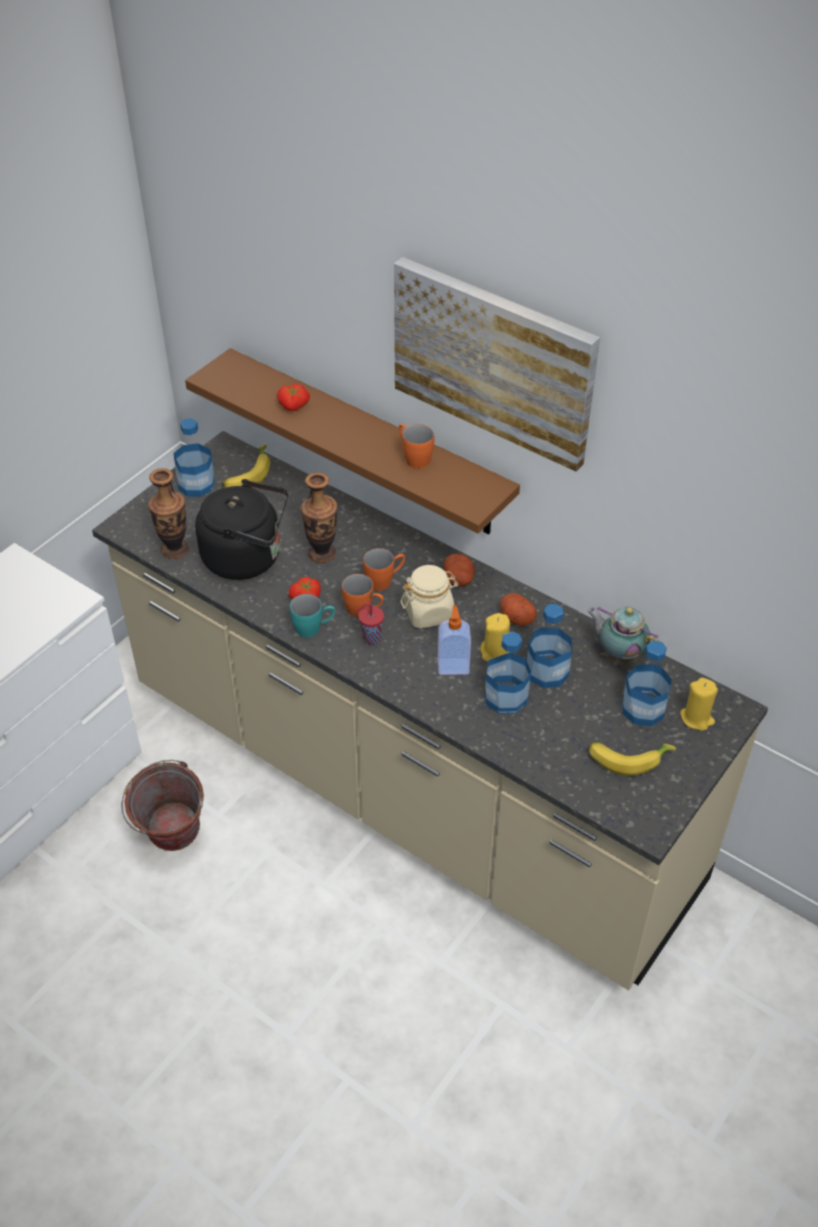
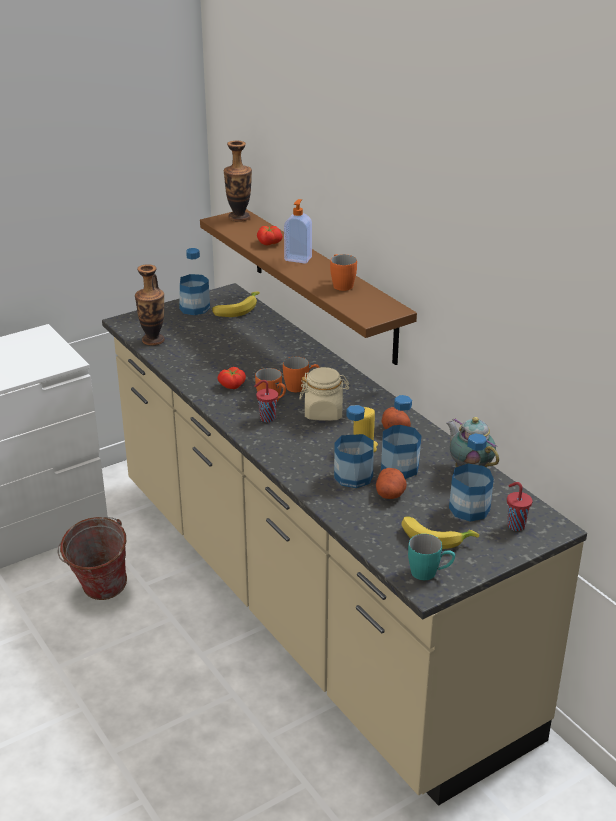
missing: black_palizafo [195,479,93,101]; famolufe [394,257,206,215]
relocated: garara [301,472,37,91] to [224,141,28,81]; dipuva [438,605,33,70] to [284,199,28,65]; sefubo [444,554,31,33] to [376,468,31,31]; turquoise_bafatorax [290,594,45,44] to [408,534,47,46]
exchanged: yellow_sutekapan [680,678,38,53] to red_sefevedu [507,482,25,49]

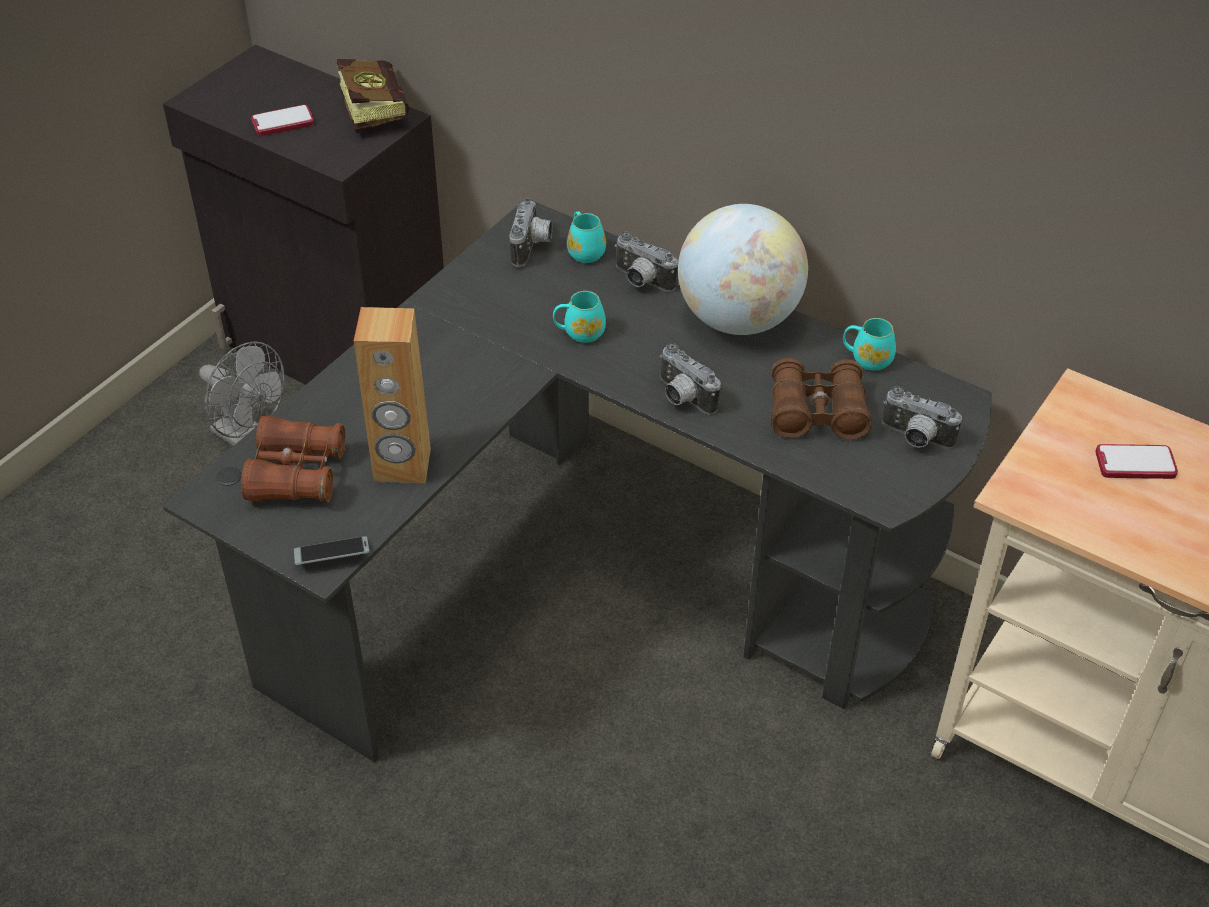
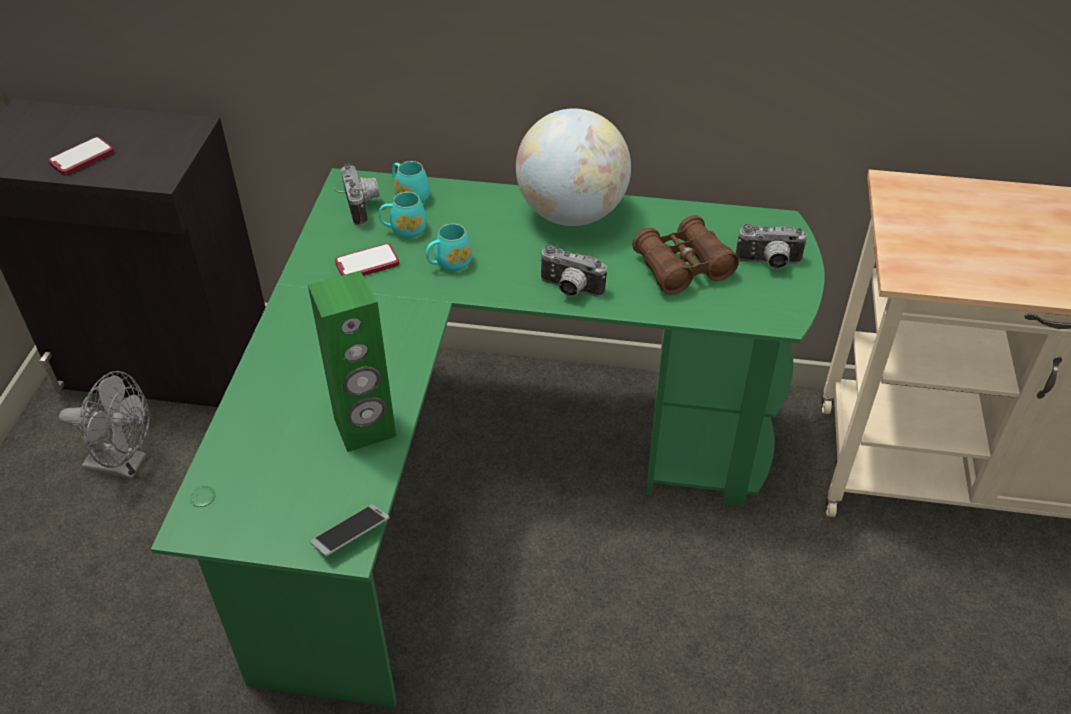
missing: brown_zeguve [241,416,105,87]; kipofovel [337,59,72,75]; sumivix [615,231,63,61]
relocated: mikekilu [1095,444,83,35] to [335,244,64,32]; turquoise_bafatorax [843,318,53,53] to [379,192,48,46]
colour: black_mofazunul [163,198,829,564] to green_mofazunul [151,168,674,540]; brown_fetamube [354,307,77,176] to green_fetamube [308,271,88,181]

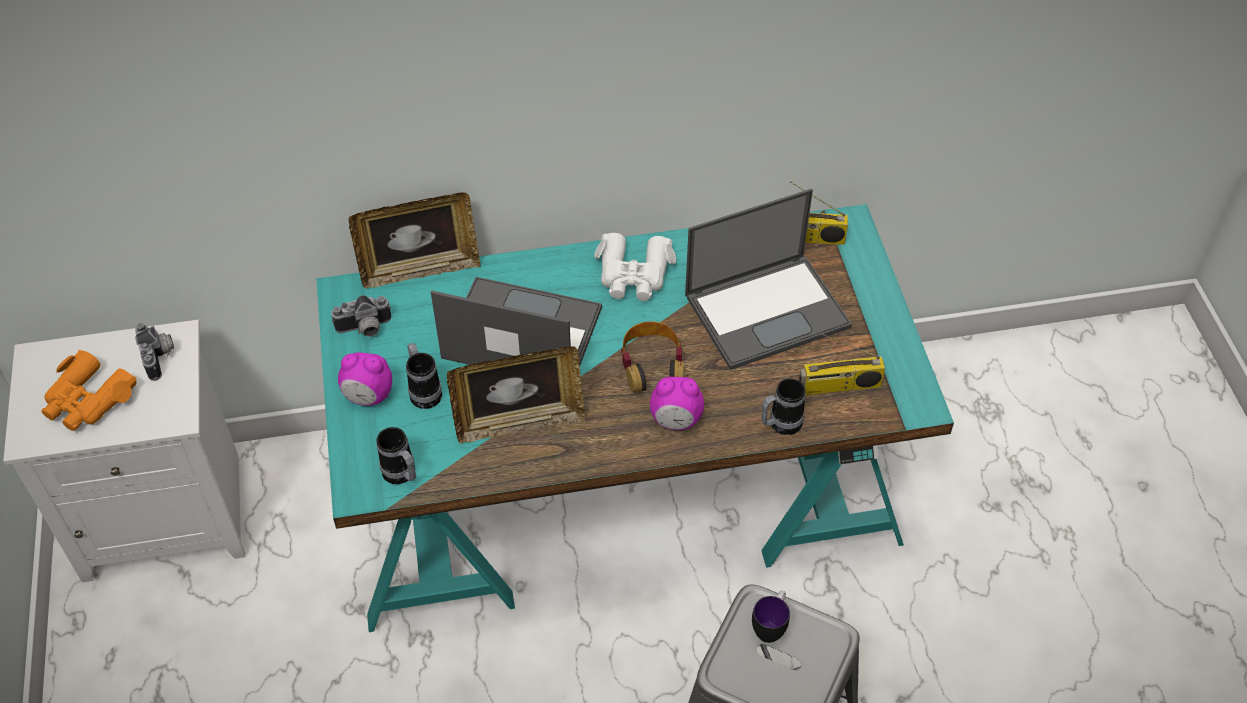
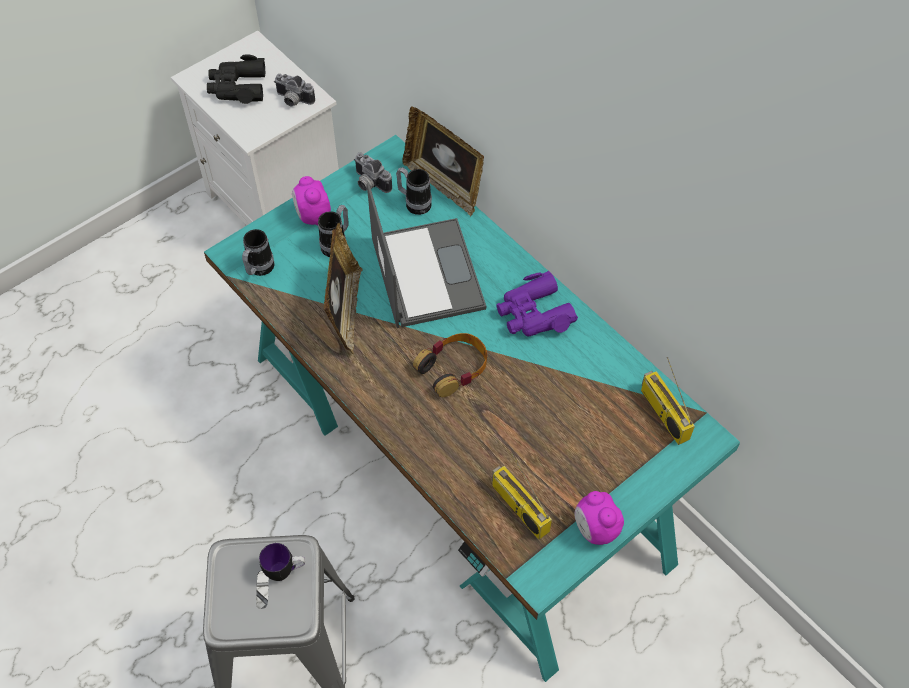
missing: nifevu [685,189,167,181]
relocated: bafatorax [762,378,44,57] to [396,167,36,48]; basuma [650,377,54,53] to [574,491,50,54]
colour: orange_zeguve [41,350,95,81] to black_zeguve [207,54,58,50]; white_zeguve [594,233,82,68] to purple_zeguve [497,271,81,65]
spun: sumivix [135,323,39,58] = [274,74,41,33] 75 degrees clockwise; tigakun [447,346,138,97] = [324,223,39,131] 135 degrees counterclockwise

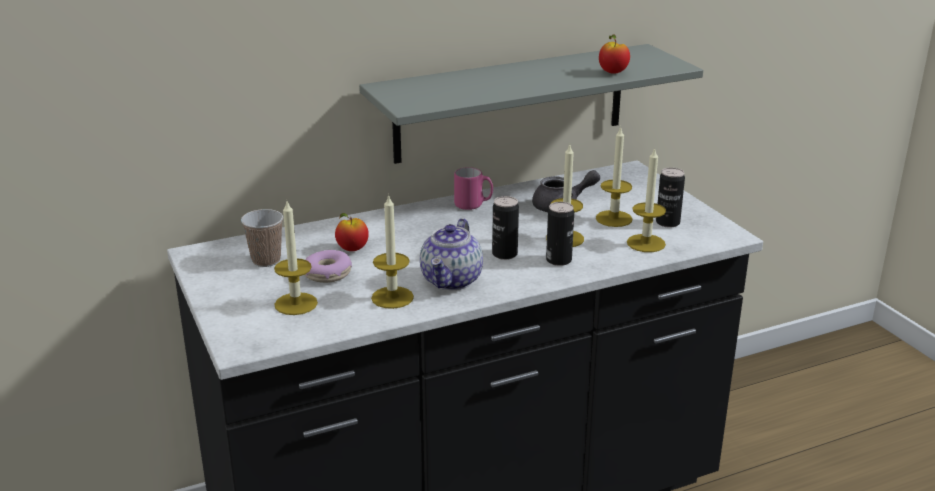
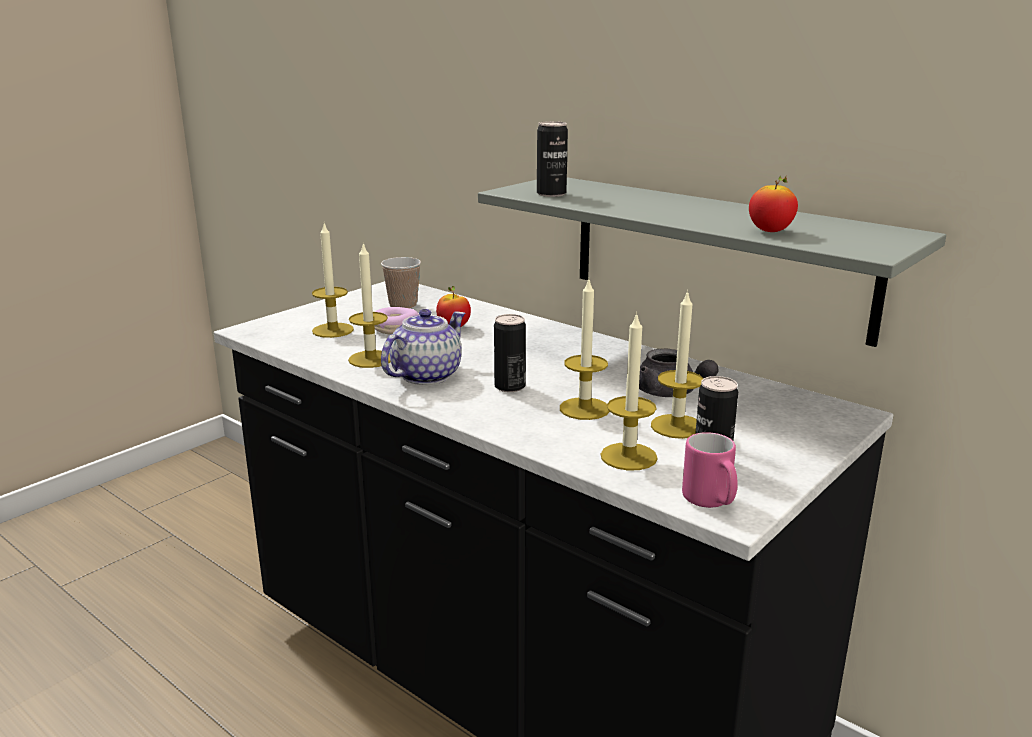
relocated: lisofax [546,202,28,64] to [537,121,31,76]; pink_bafatorax [454,167,39,43] to [682,432,56,76]
spun: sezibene [420,218,63,72] = [381,309,84,76] 135 degrees clockwise

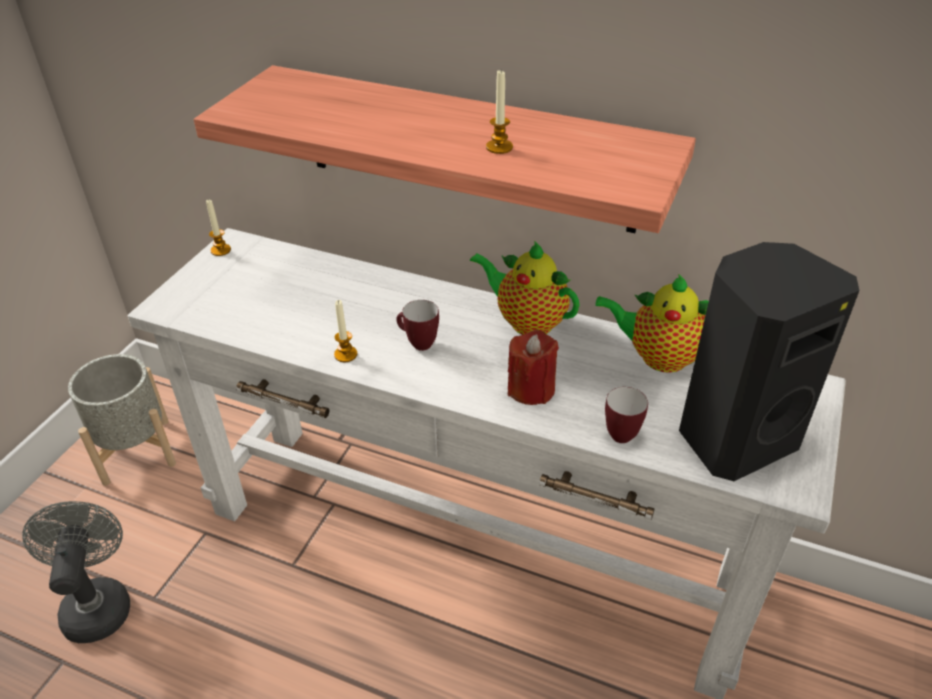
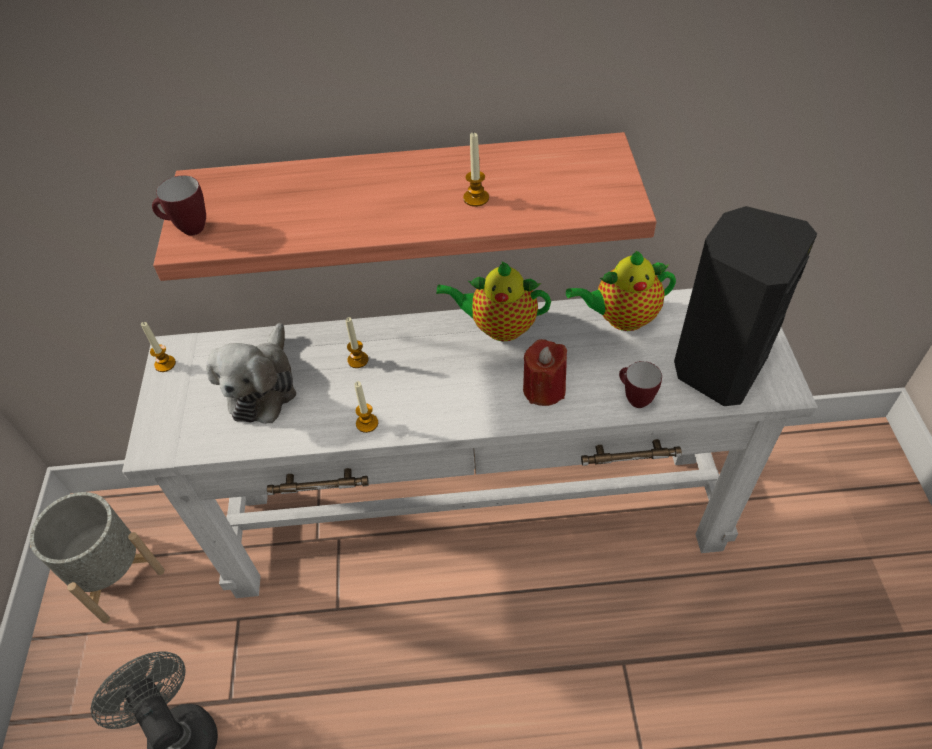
appeared: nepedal [206,323,90,101]; sutekapan [346,317,23,51]
relocated: bafatorax [396,300,43,51] to [152,175,54,60]

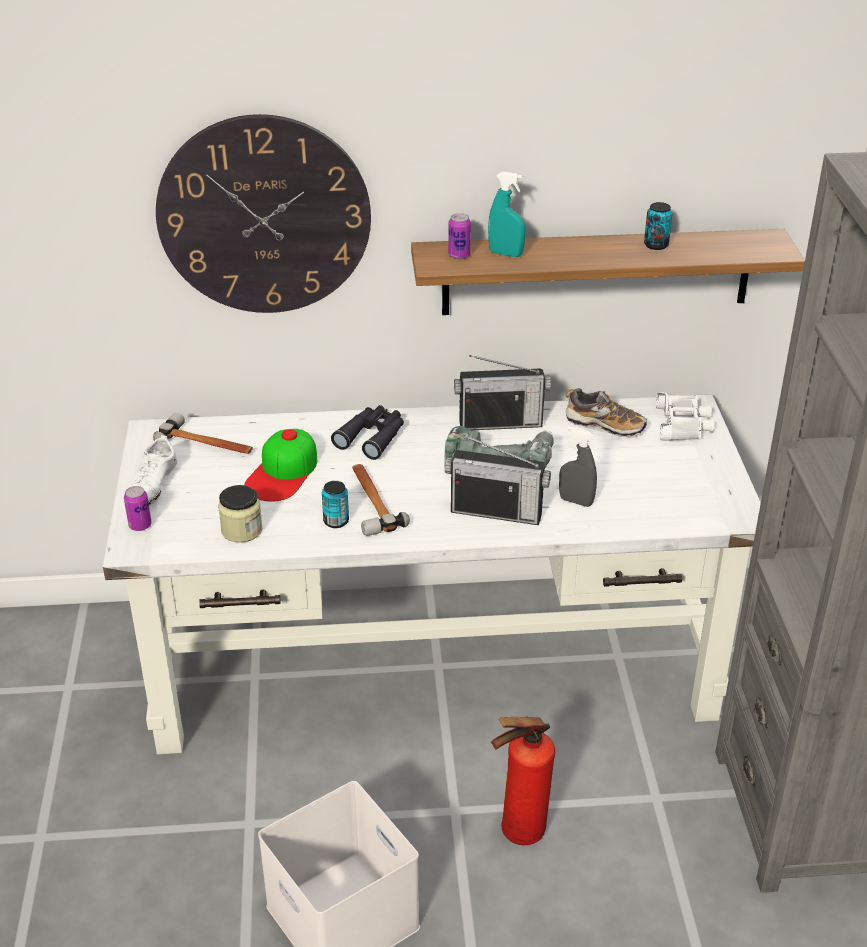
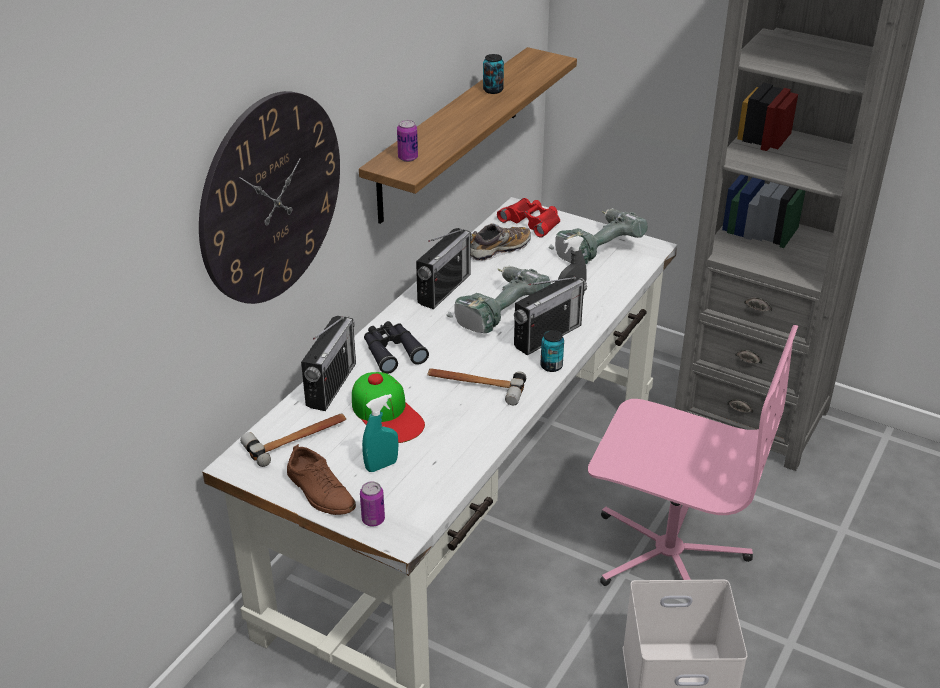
missing: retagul [218,485,45,58]
appeared: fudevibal [301,316,55,95]; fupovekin [549,208,99,56]
relocated: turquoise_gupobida [488,171,38,86] to [362,394,37,78]; lisofax [322,481,27,47] to [541,330,23,42]
exchanged: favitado [491,717,64,128] to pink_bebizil [588,325,210,261]
colour: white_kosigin [127,435,50,71] to brown_kosigin [287,444,69,71]; white_zeguve [656,392,59,49] to red_zeguve [497,198,63,40]

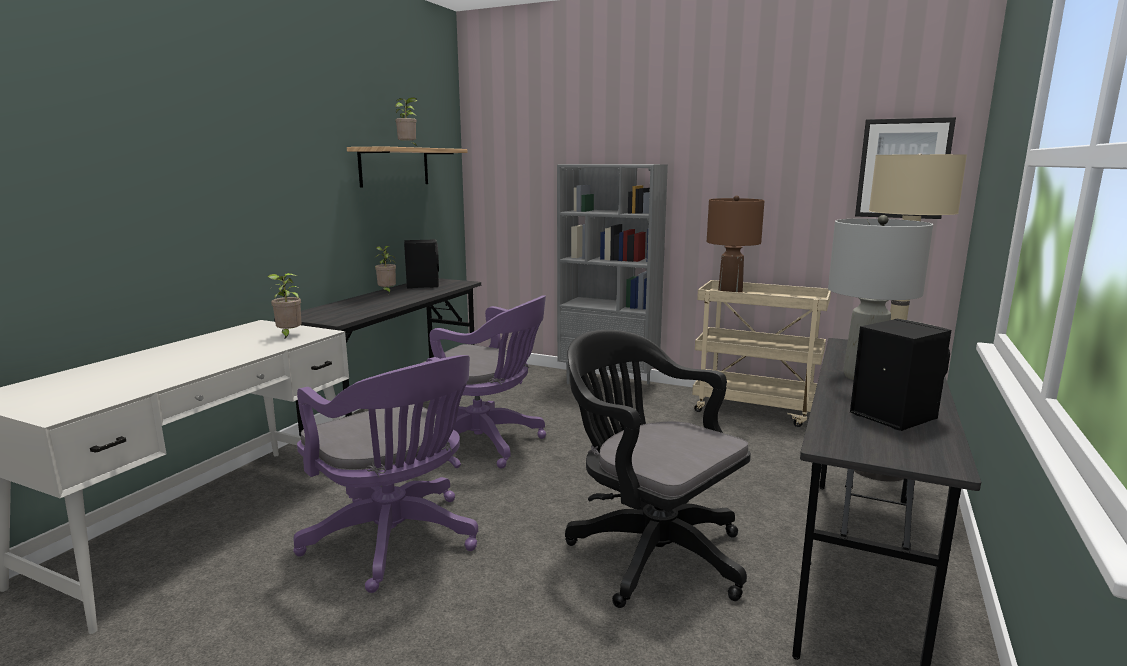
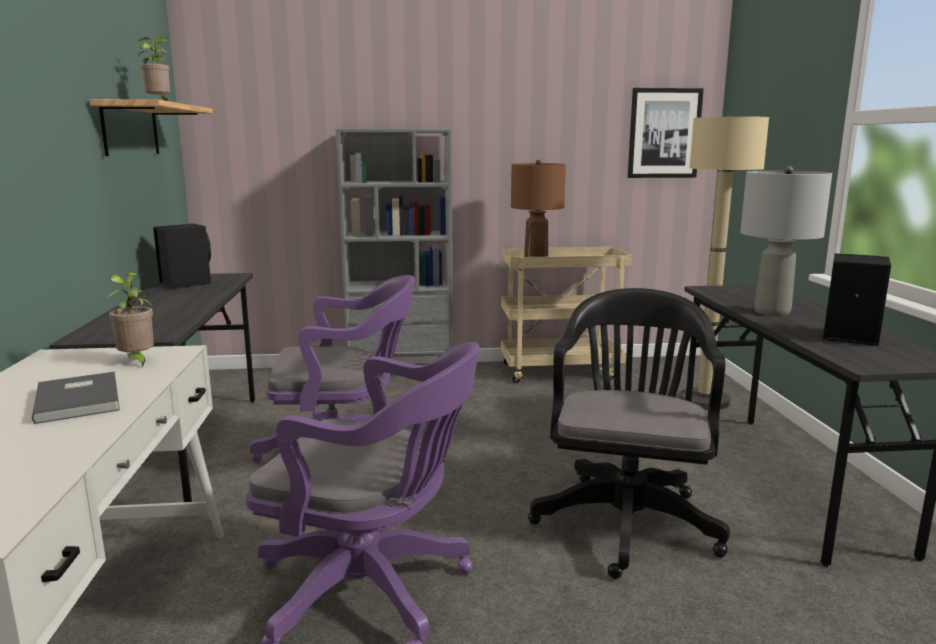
missing: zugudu [374,246,22,47]
appeared: grey_kipofovel [32,372,88,52]
spun: black_bebizil [565,330,186,278] = [528,288,202,291] 90 degrees clockwise

